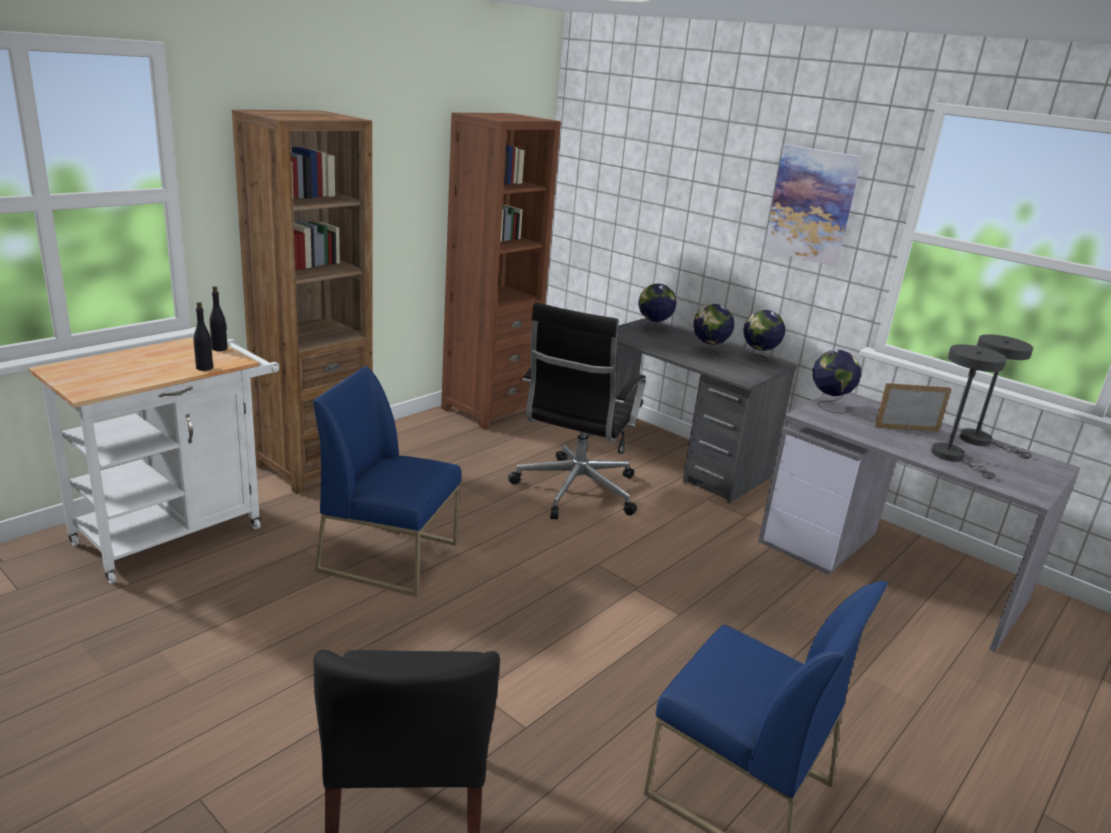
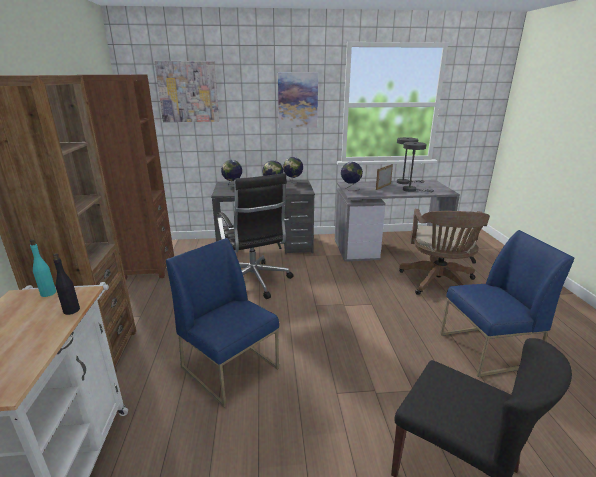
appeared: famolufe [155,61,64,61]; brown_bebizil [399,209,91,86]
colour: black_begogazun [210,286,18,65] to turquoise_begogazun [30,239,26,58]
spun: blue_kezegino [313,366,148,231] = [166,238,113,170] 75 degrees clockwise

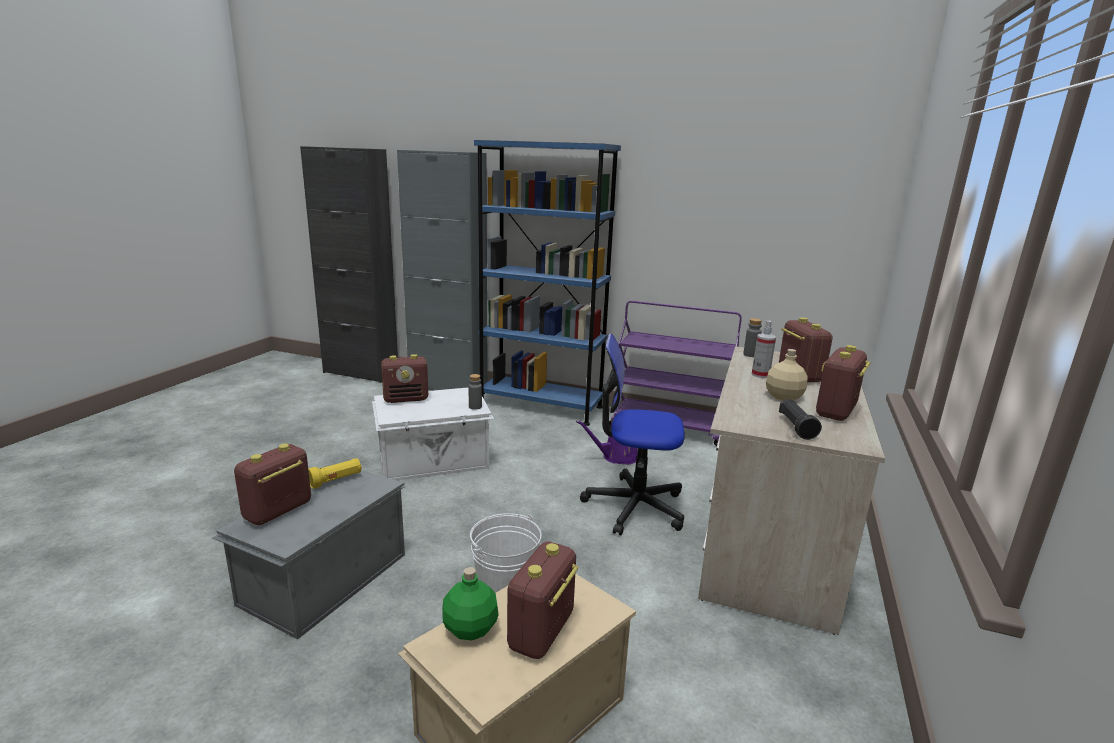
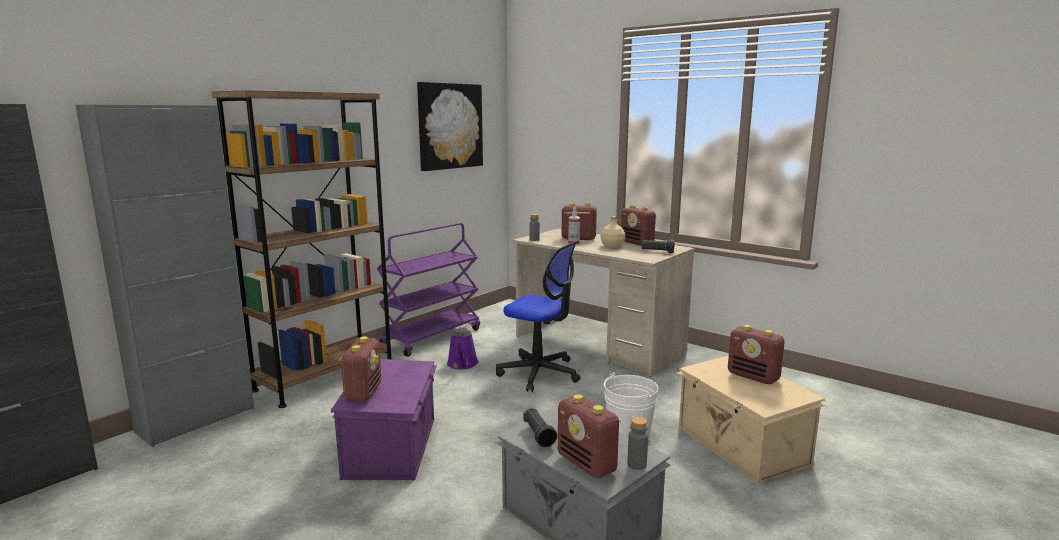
missing: green_begogazun [442,567,57,74]
appeared: famolufe [417,82,66,89]
relocated: grey_begogazun [469,374,13,36] to [627,417,21,53]
colour: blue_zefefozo [474,140,147,286] to brown_zefefozo [211,90,181,318]; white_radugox [372,387,122,94] to purple_radugox [331,359,106,121]; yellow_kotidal [308,458,54,31] to black_kotidal [523,408,34,40]
spun: bebizil [580,333,105,203] = [496,241,84,151] 90 degrees counterclockwise

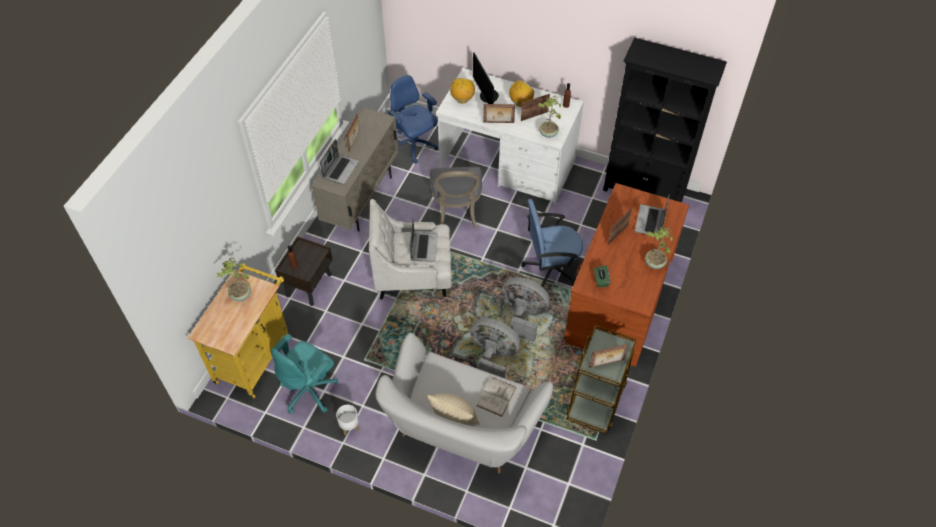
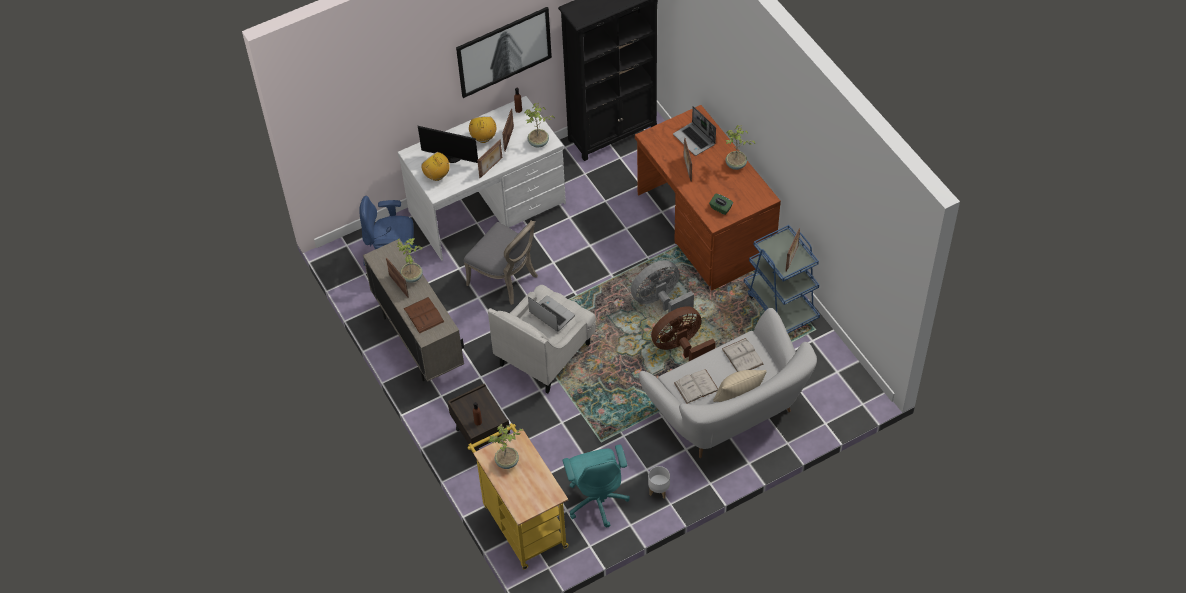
missing: blue_bebizil [521,199,62,88]
appeared: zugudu [397,238,26,45]; famolufe [456,7,96,91]; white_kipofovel [674,369,44,35]
exchanged: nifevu [320,139,39,45] to brown_kipofovel [403,297,41,37]
colour: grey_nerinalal [470,318,50,60] to brown_nerinalal [651,306,65,55]; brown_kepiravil [566,325,71,109] to blue_kepiravil [744,225,76,108]

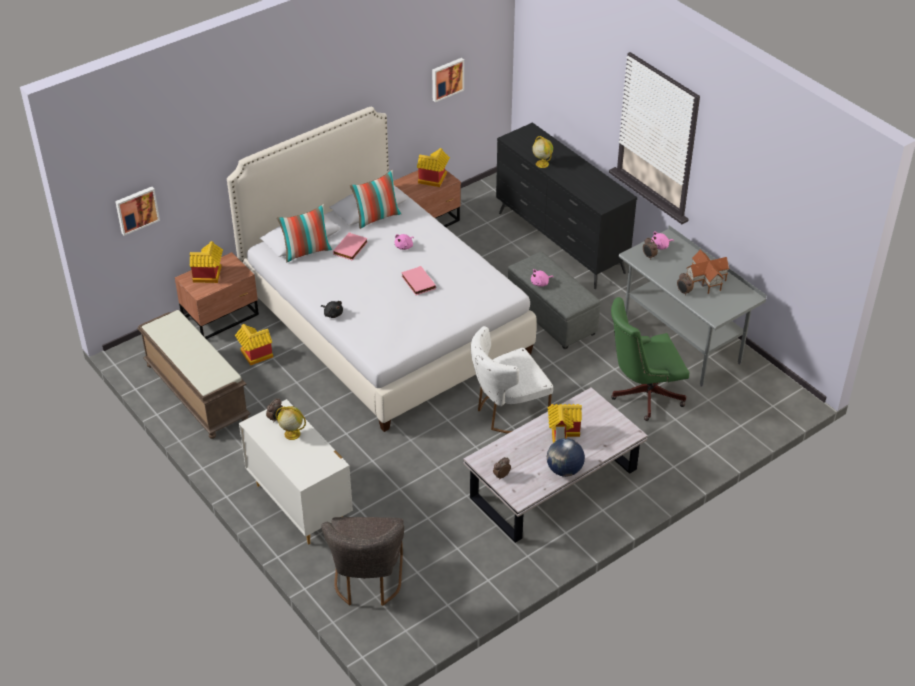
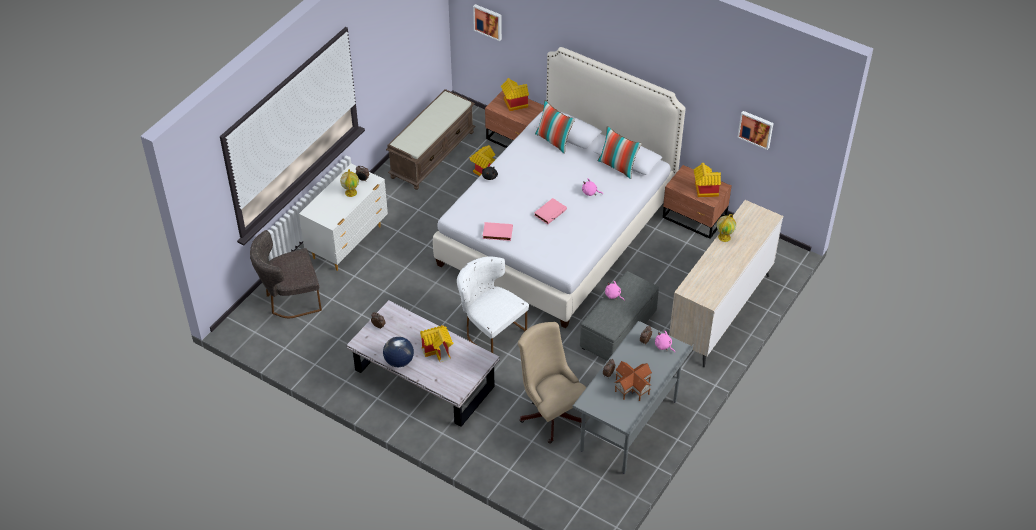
relocated: pink_kipofovel [333,232,35,29] to [483,222,30,19]
colour: green_bebizil [611,297,78,124] to beige_bebizil [518,322,68,122]; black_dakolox [496,122,141,167] to beige_dakolox [669,200,114,167]

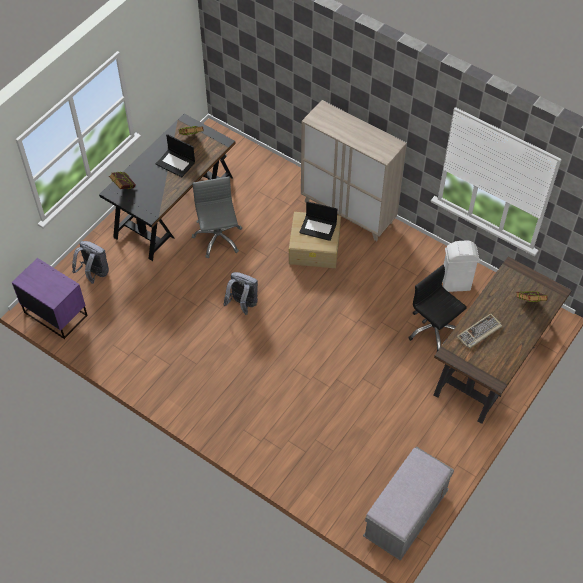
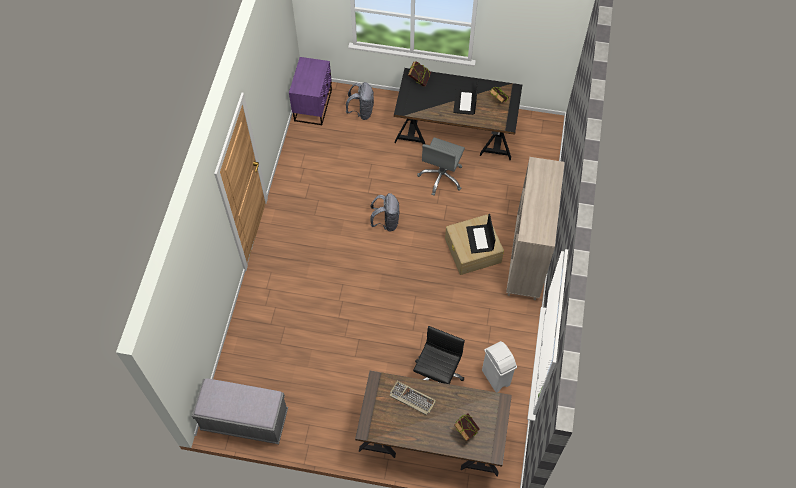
spun: grey_bebizil [192,177,50,81] = [417,137,48,59] 150 degrees clockwise

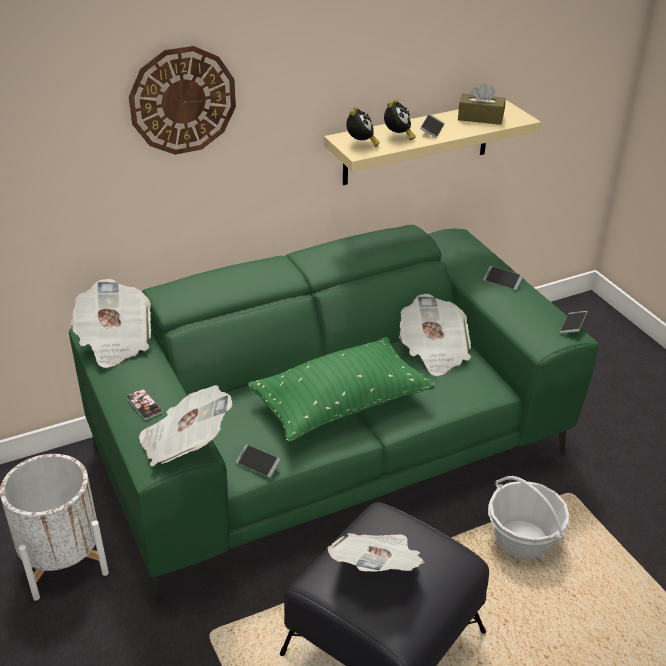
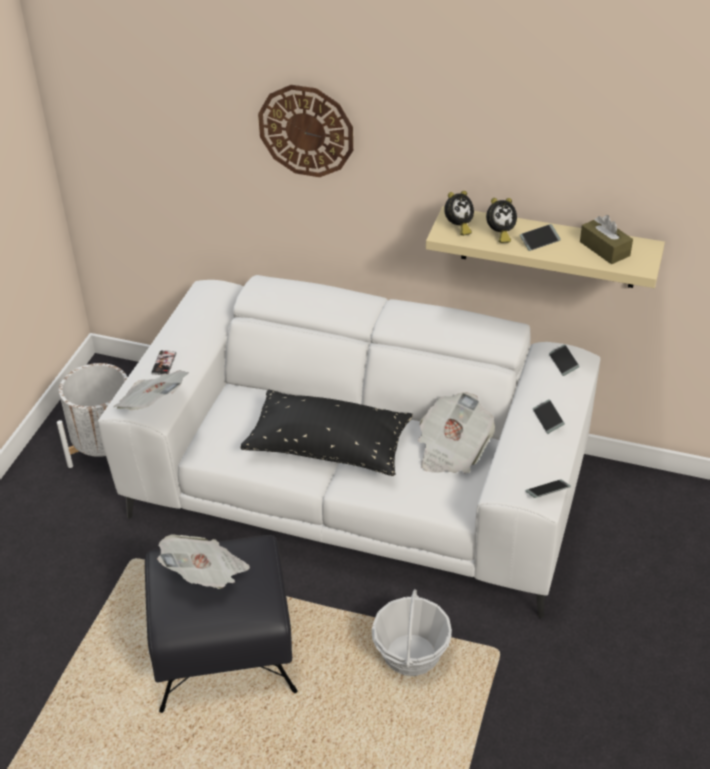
missing: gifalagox [70,279,81,89]
relocated: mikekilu [236,444,45,33] to [549,344,31,32]
colour: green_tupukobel [69,225,530,378] to white_tupukobel [98,275,502,344]; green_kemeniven [248,337,187,105] to black_kemeniven [240,390,173,86]

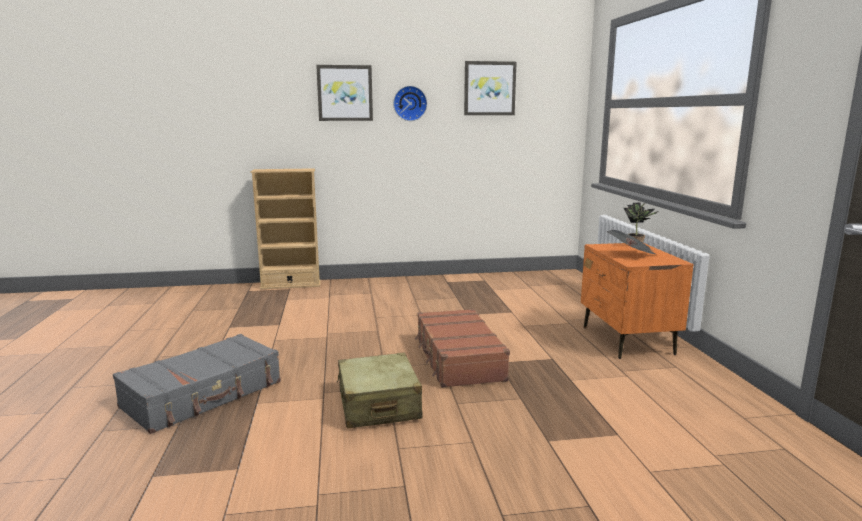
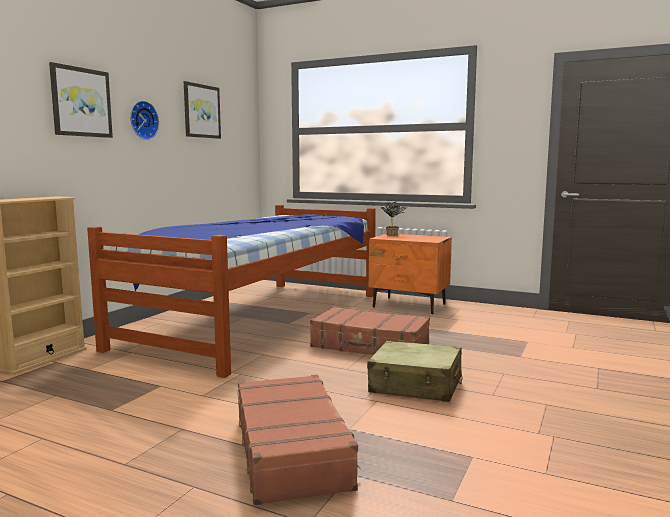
missing: gifalagox [606,230,50,24]
appeared: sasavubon [87,205,289,173]
colour: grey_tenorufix [113,334,168,100] to brown_tenorufix [238,375,123,130]

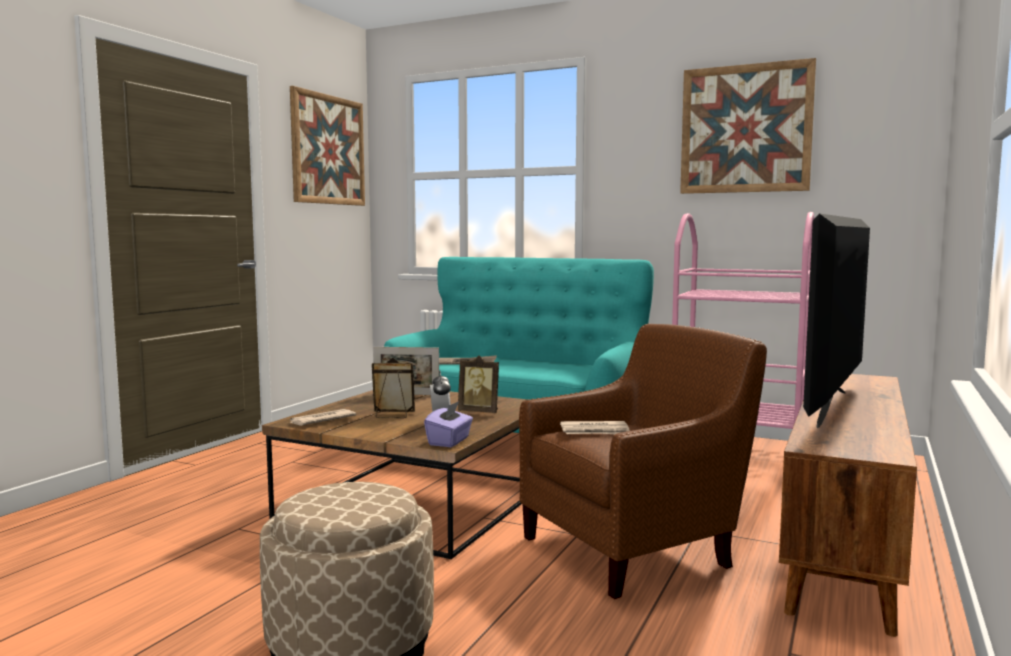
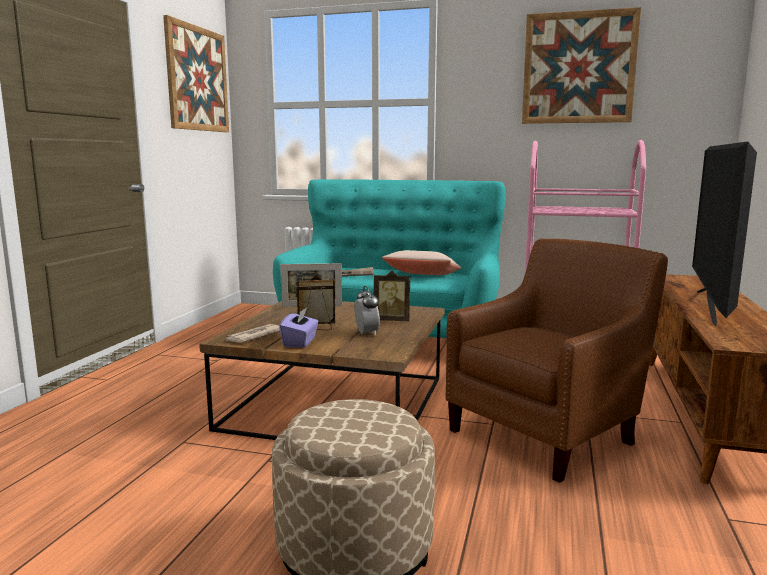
missing: gifalagox [560,421,70,13]
appeared: beige_kemeniven [382,250,80,25]
relocated: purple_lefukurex [424,401,49,46] to [279,308,40,40]

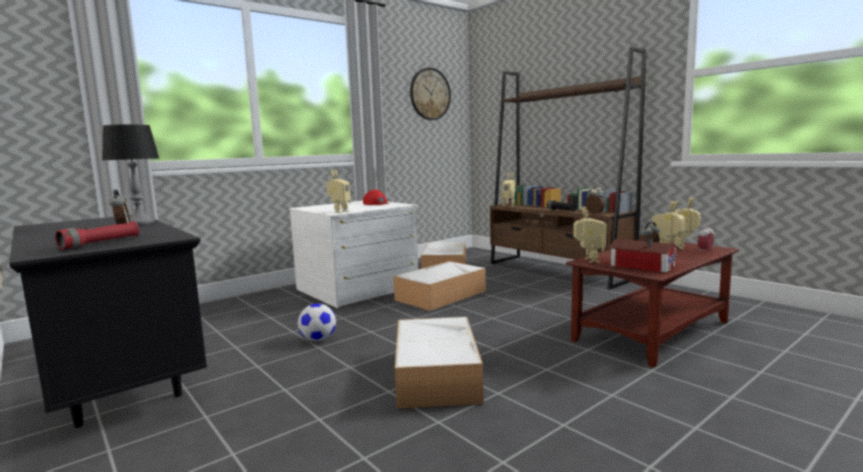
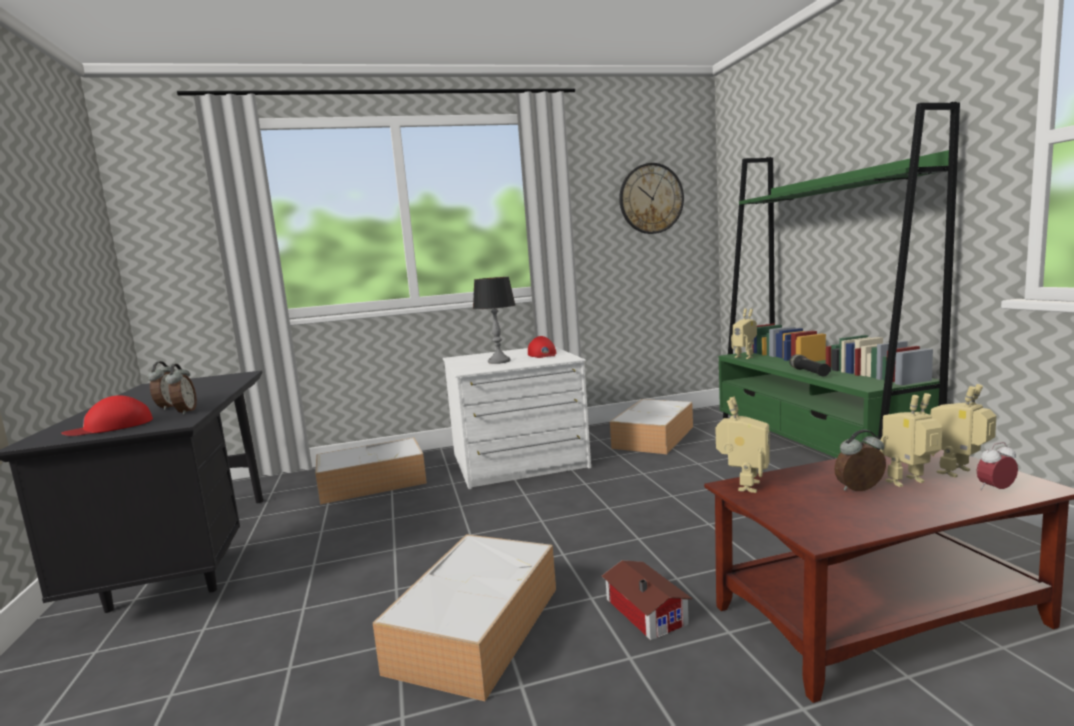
missing: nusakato [298,304,38,37]; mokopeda [326,170,25,43]
relocated: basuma [585,188,20,26] to [165,364,32,50]; radugox [393,261,93,50] to [315,437,112,67]; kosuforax [102,124,57,101] to [473,277,43,87]; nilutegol [610,239,68,34] to [602,560,90,80]
exchanged: red_kotidal [55,221,84,29] to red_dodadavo [61,395,92,41]
colour: brown_zefefozo [490,47,156,242] to green_zefefozo [719,102,241,356]

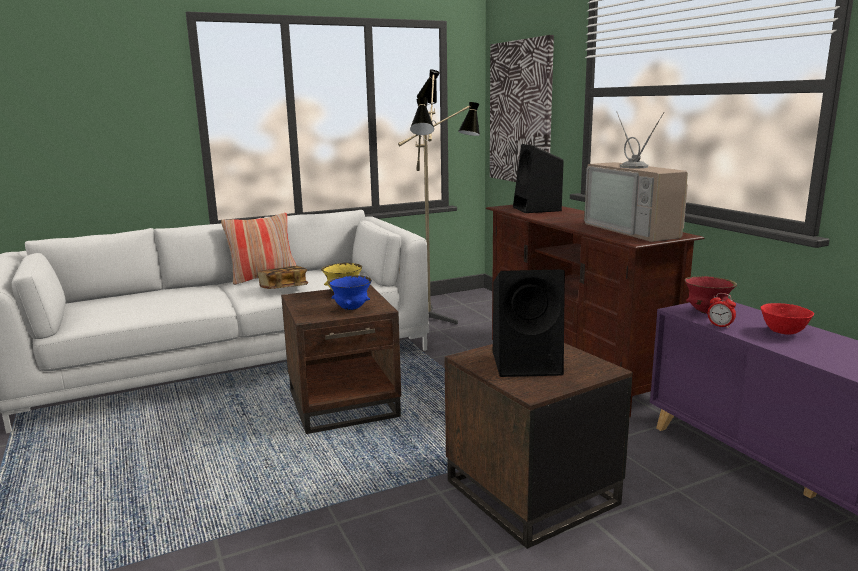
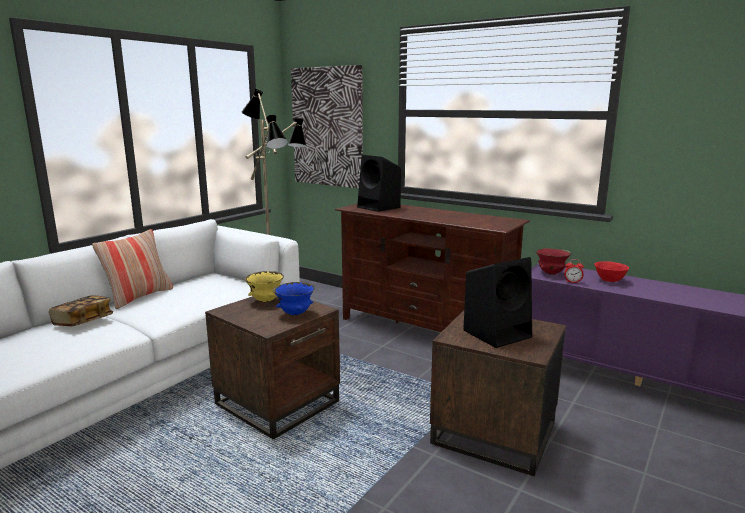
missing: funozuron [584,111,104,131]
relocated: kipofovel [258,266,50,23] to [49,295,64,31]

